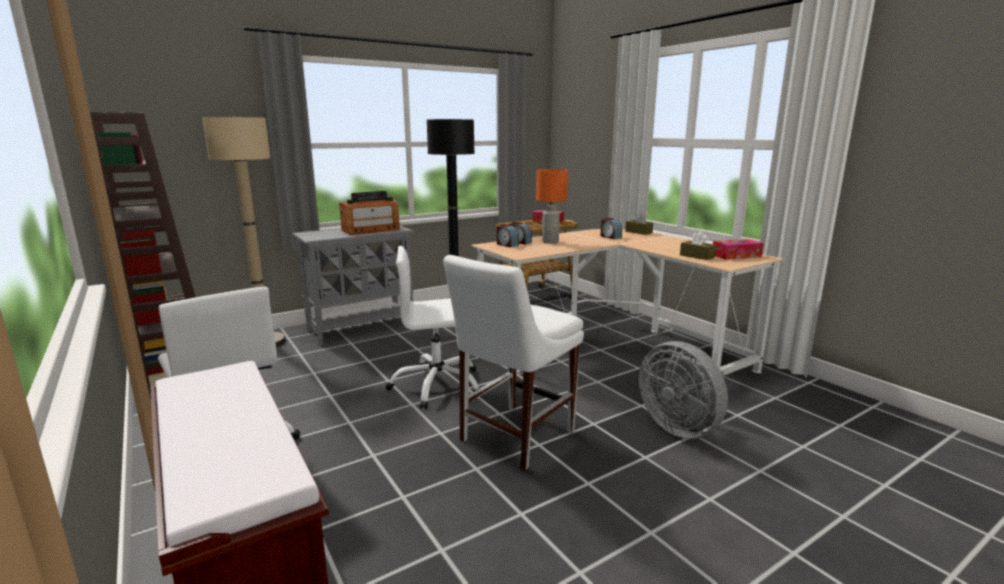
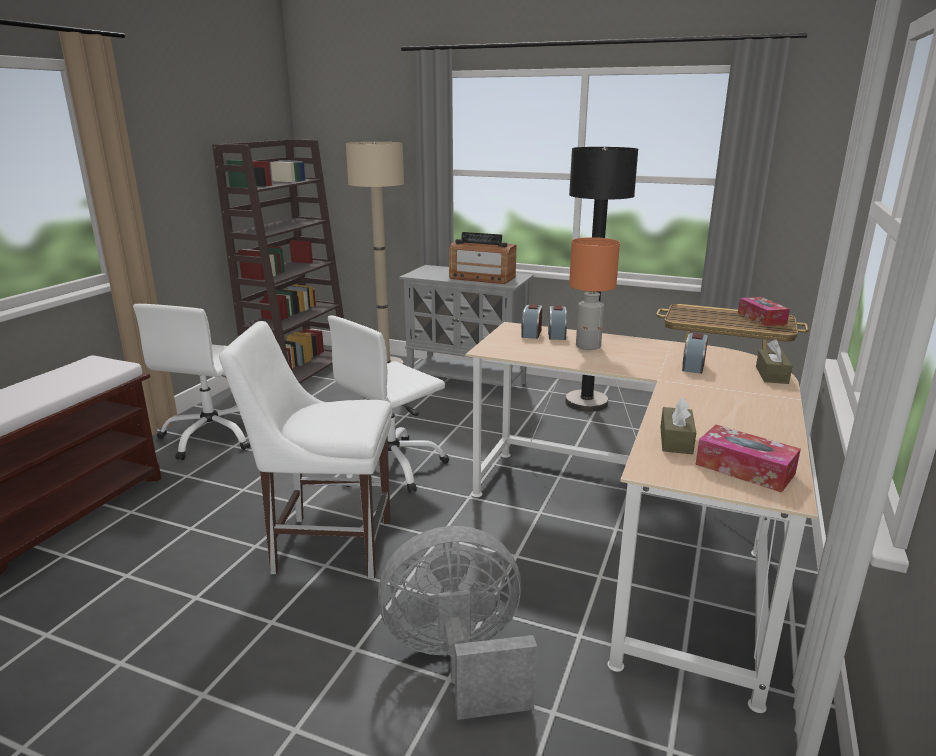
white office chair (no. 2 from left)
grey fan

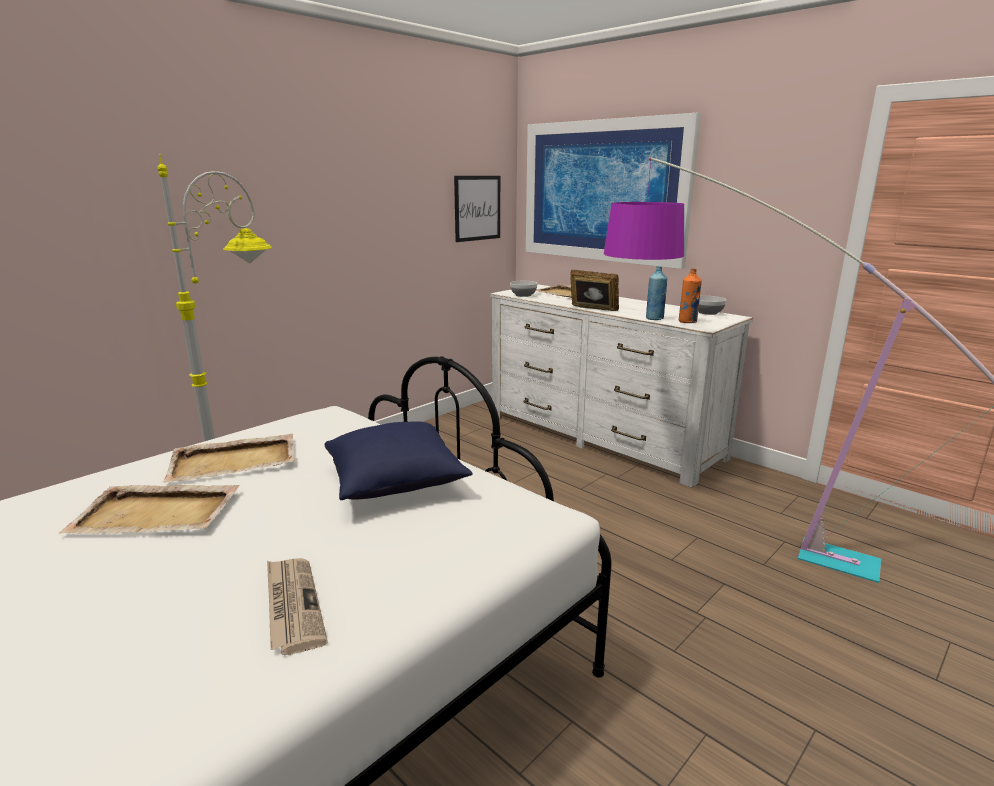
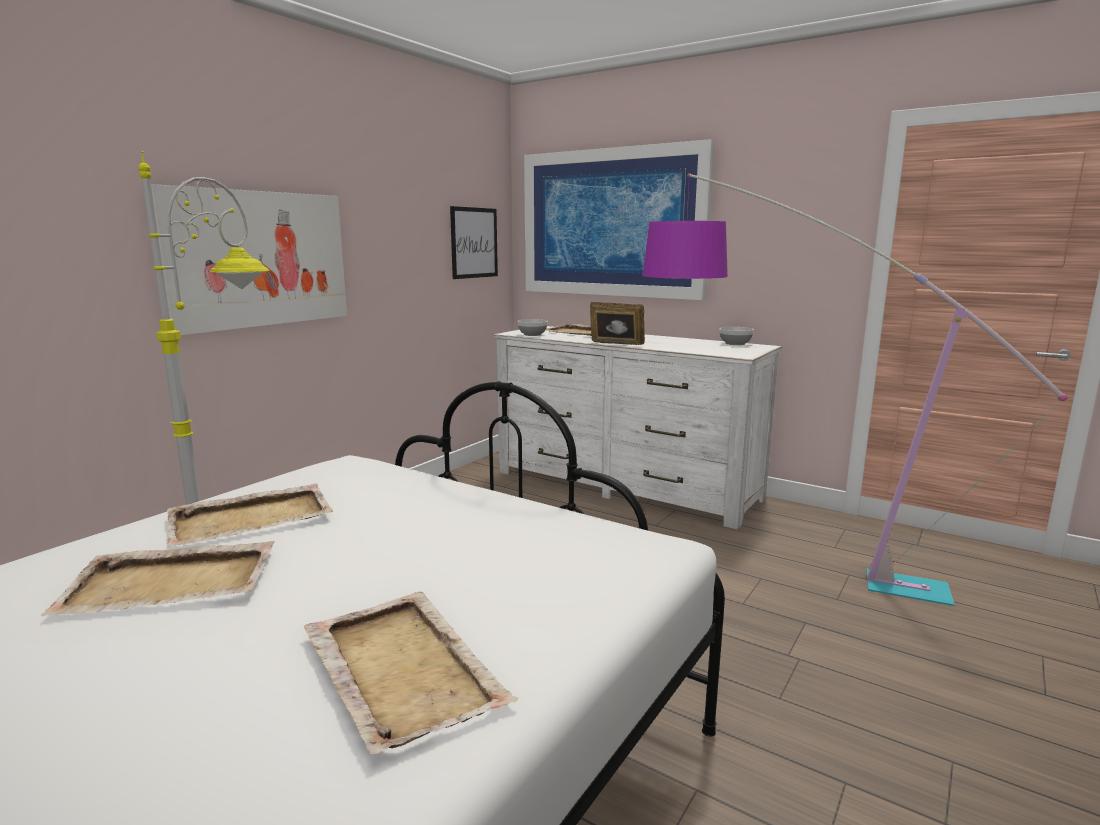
blue bottle
orange bottle
blue pillow
beige tray (no. 3 from left)
picture (no. 1 from left)

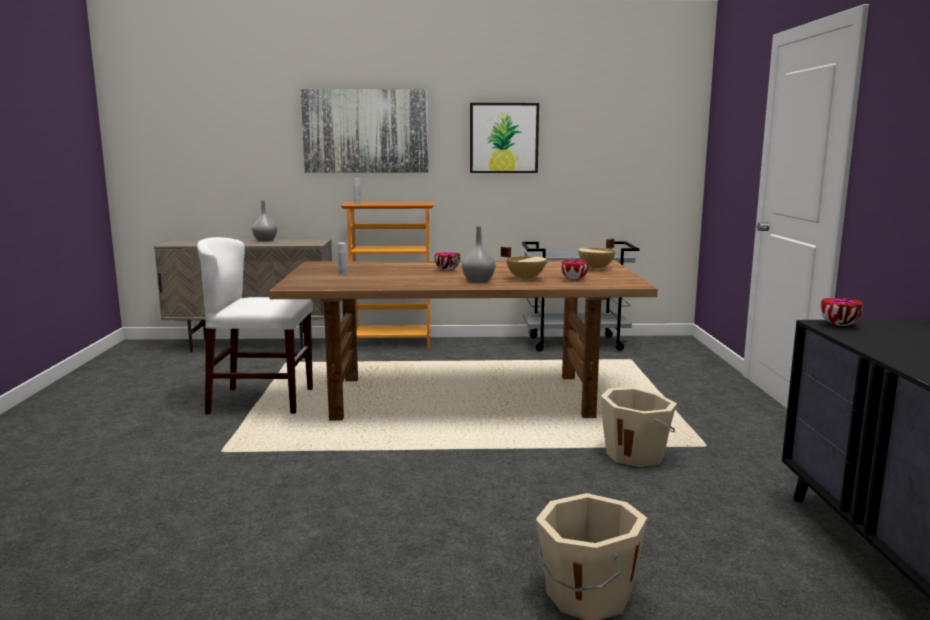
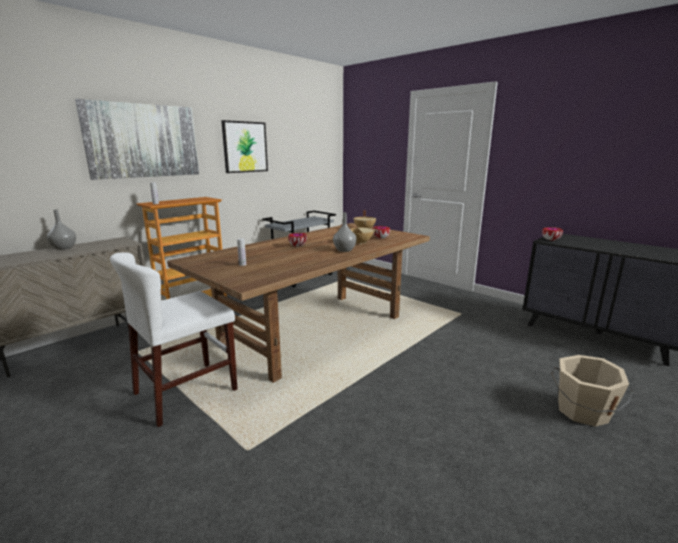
beige bucket (no. 2 from left in the first image)

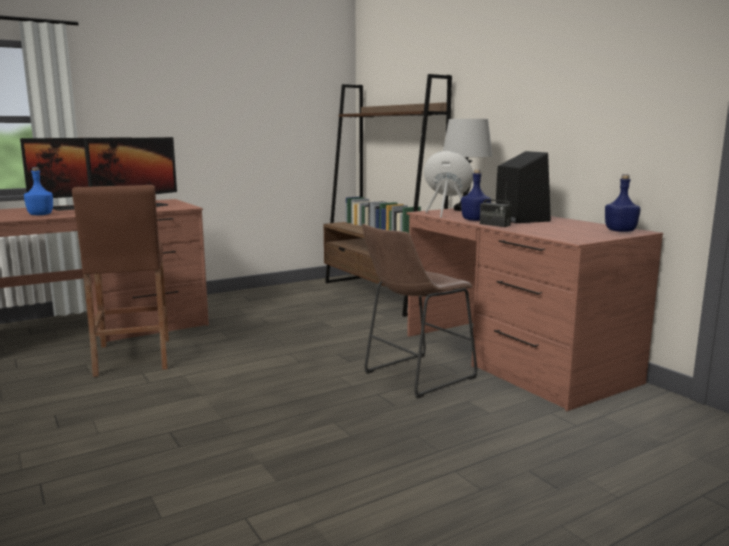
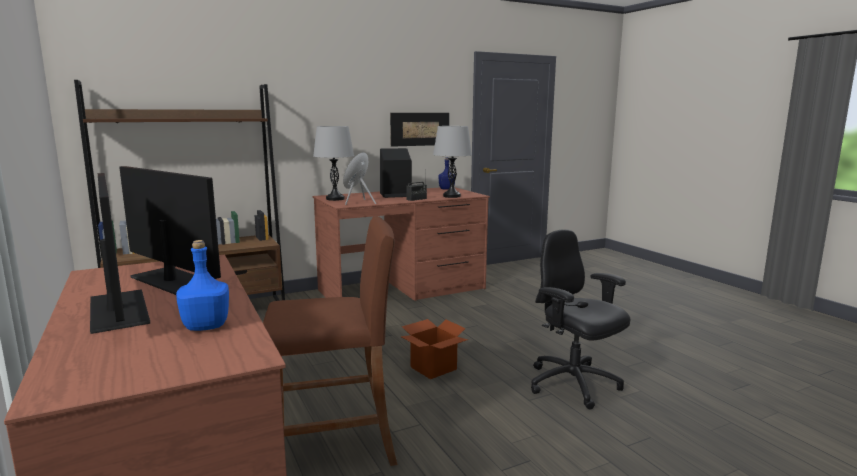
blue bottle (no. 2 from left in the first image)
brown stool (no. 2 from left in the first image)
picture
grey table lamp (no. 2 from left)
black office chair
cardboard box

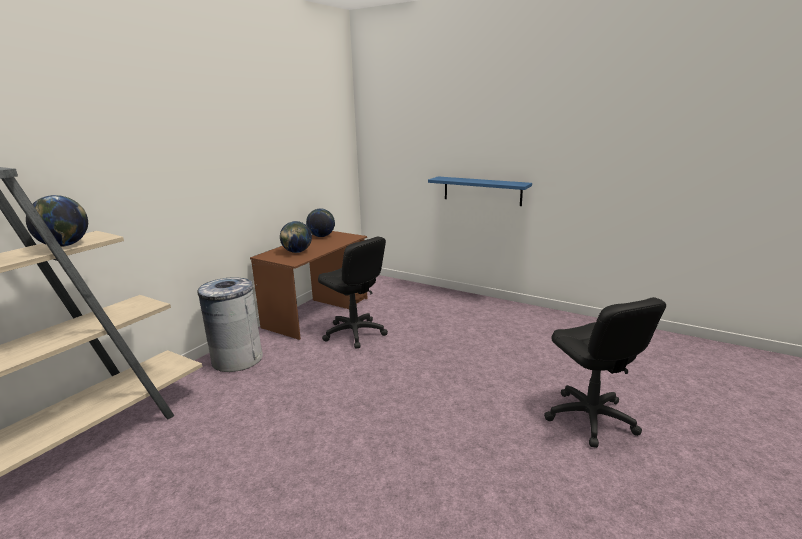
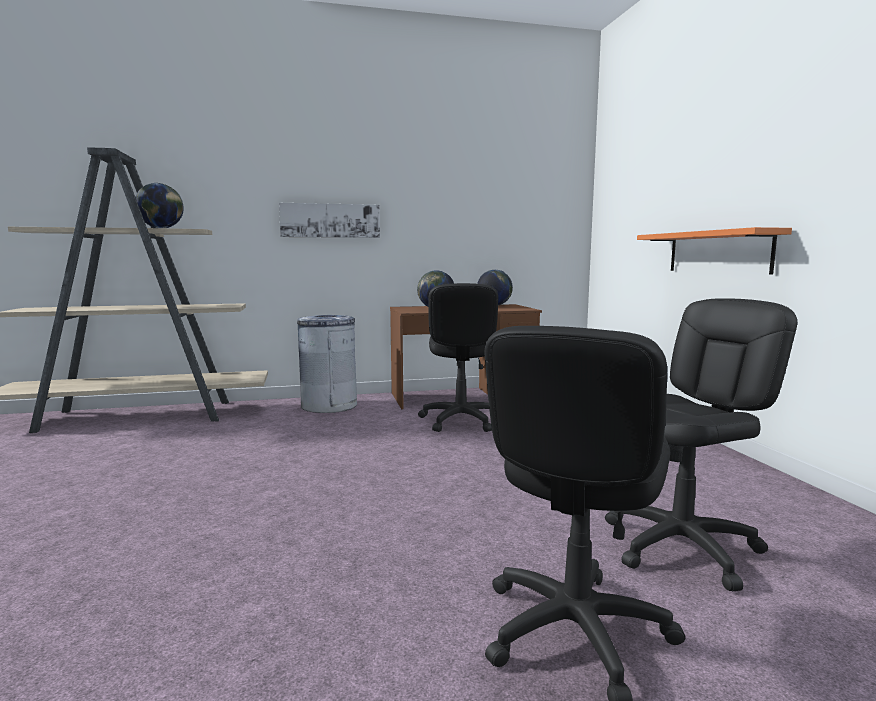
orange shelf
picture
black office chair (no. 3 from left)

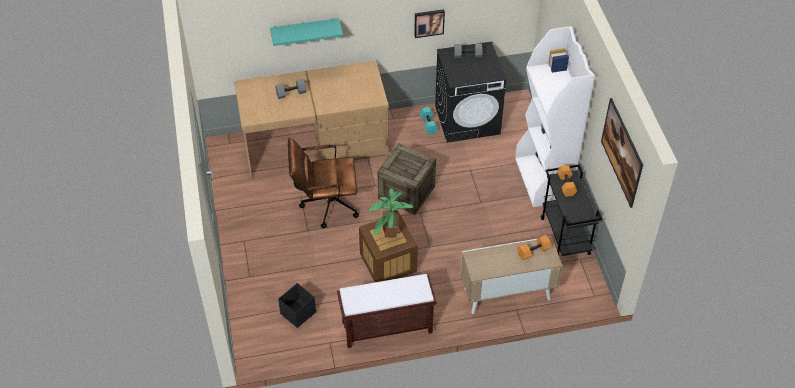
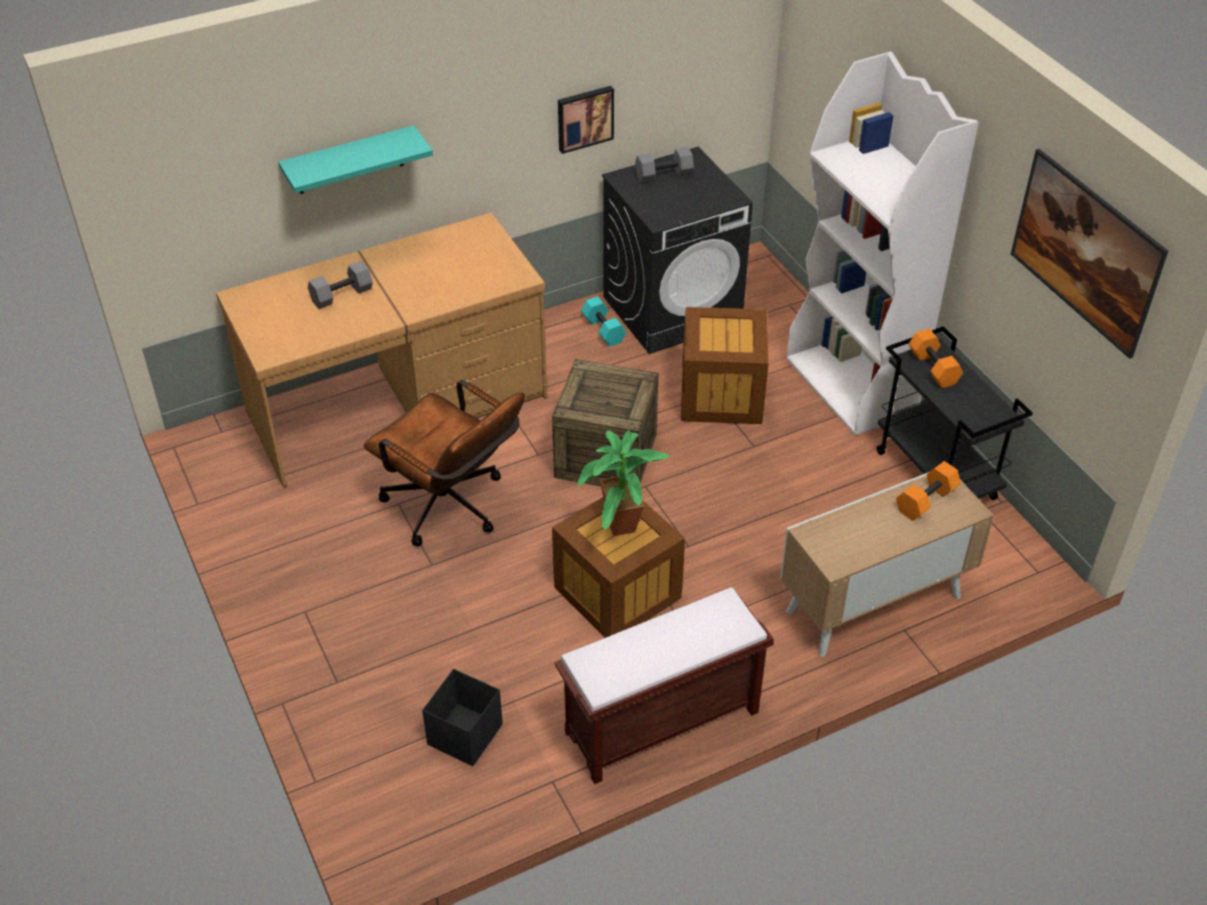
brown office chair
crate (no. 3 from left)

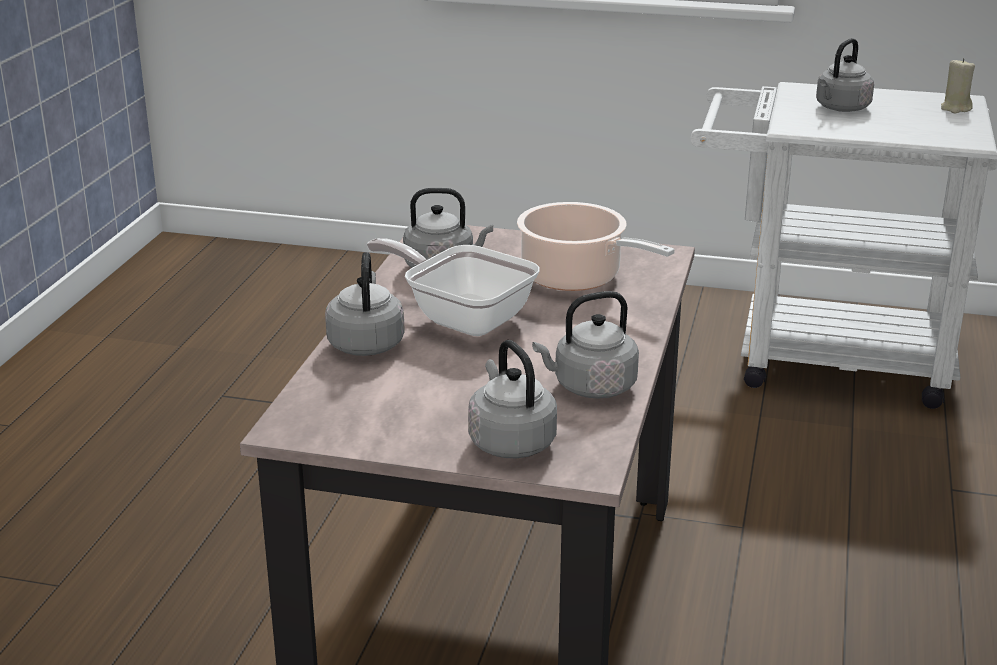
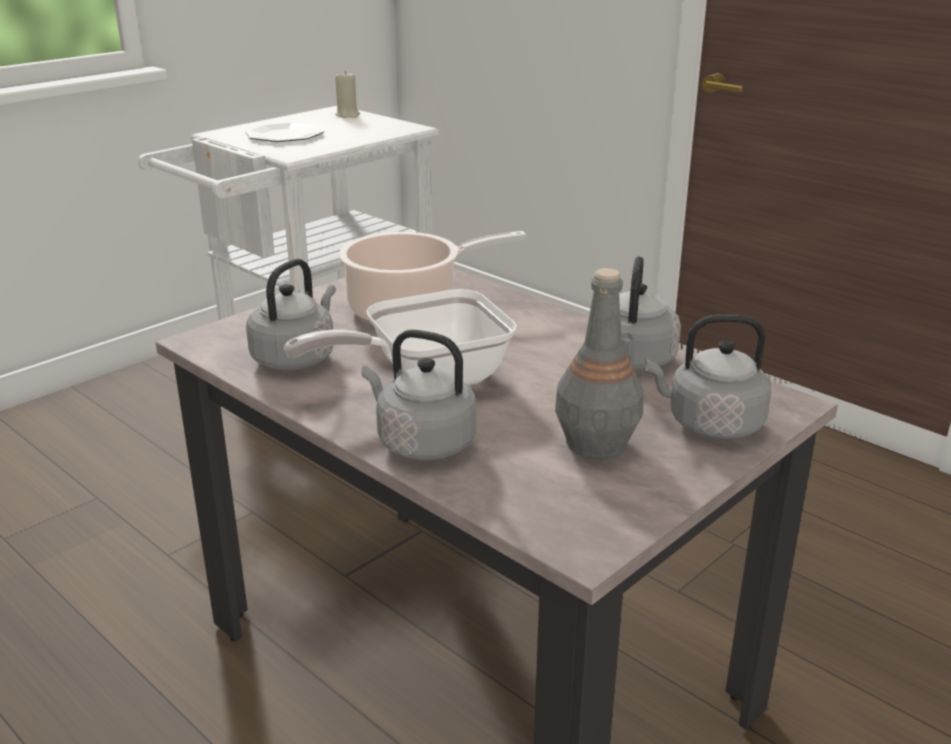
plate
grey bottle

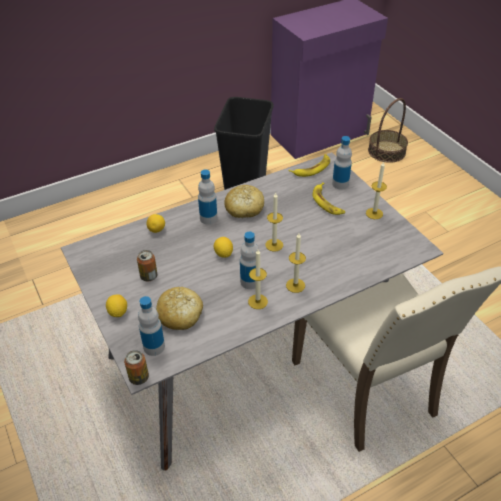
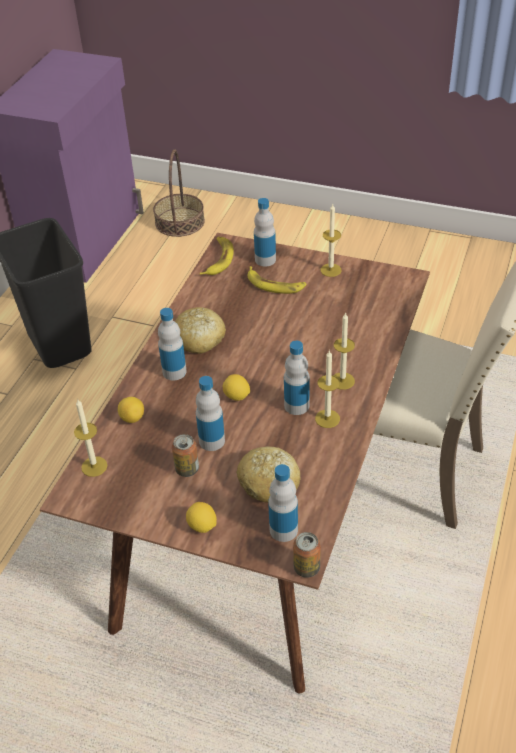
brown dining table
candle (no. 1 from left)
bottle (no. 2 from left)

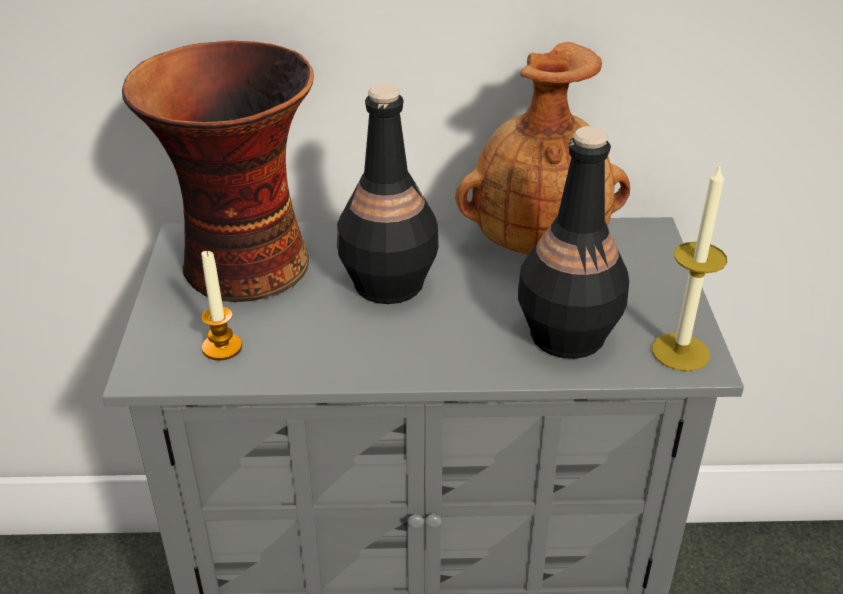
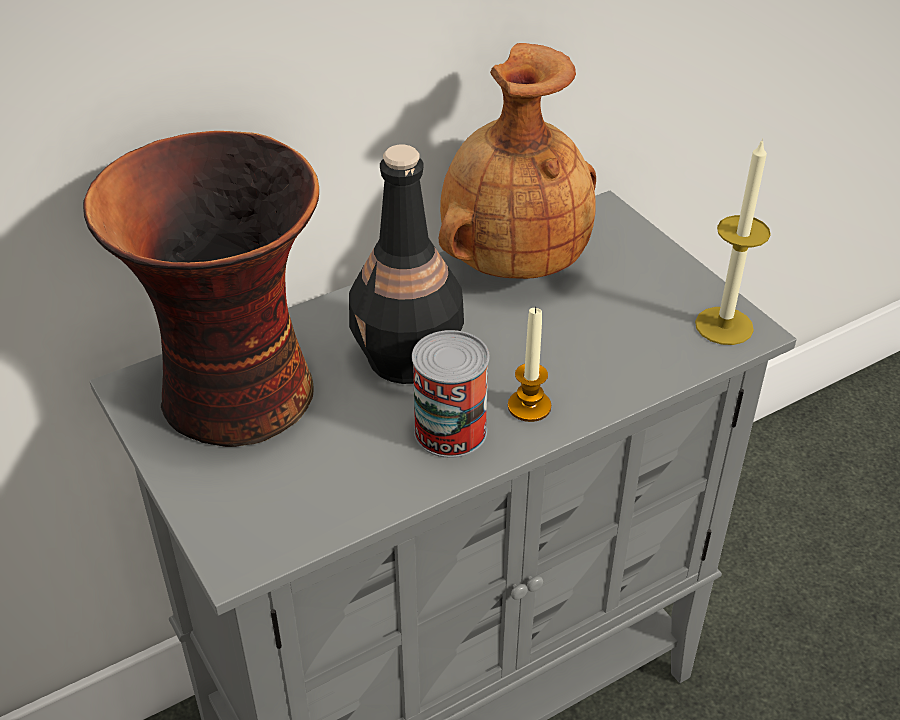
black bottle (no. 2 from left in the first image)
candle (no. 1 from left)
can

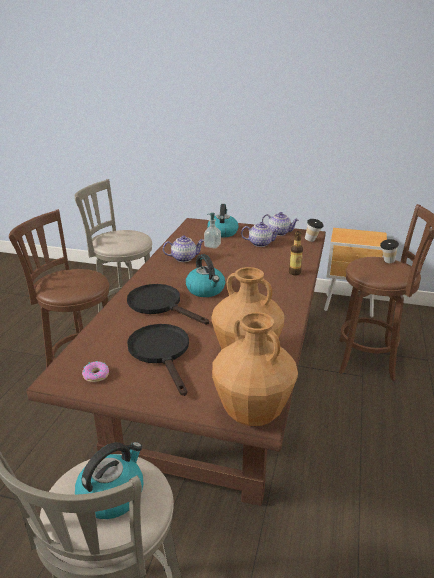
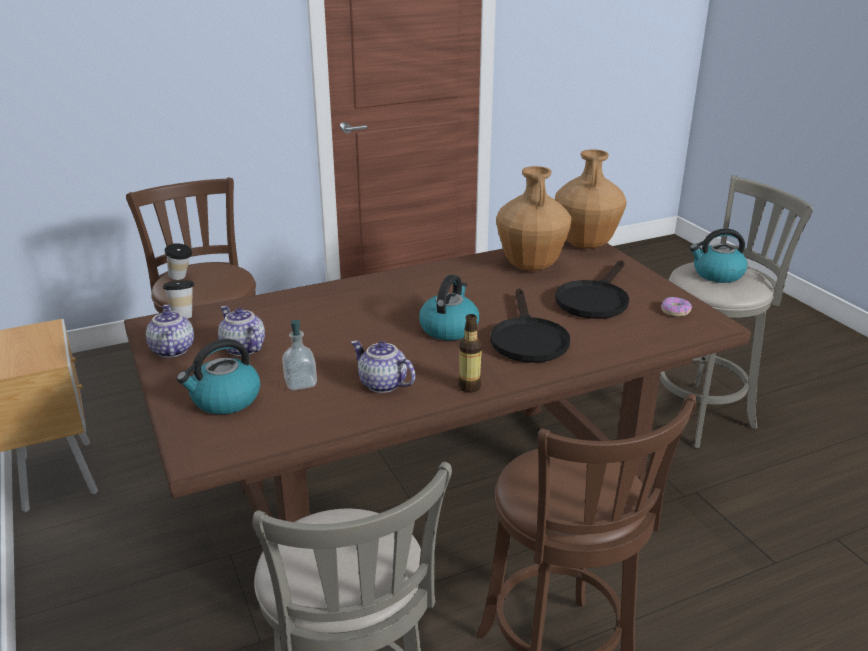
bottle

